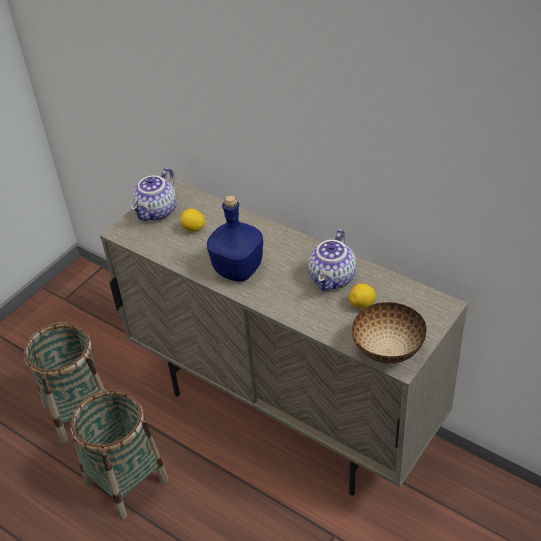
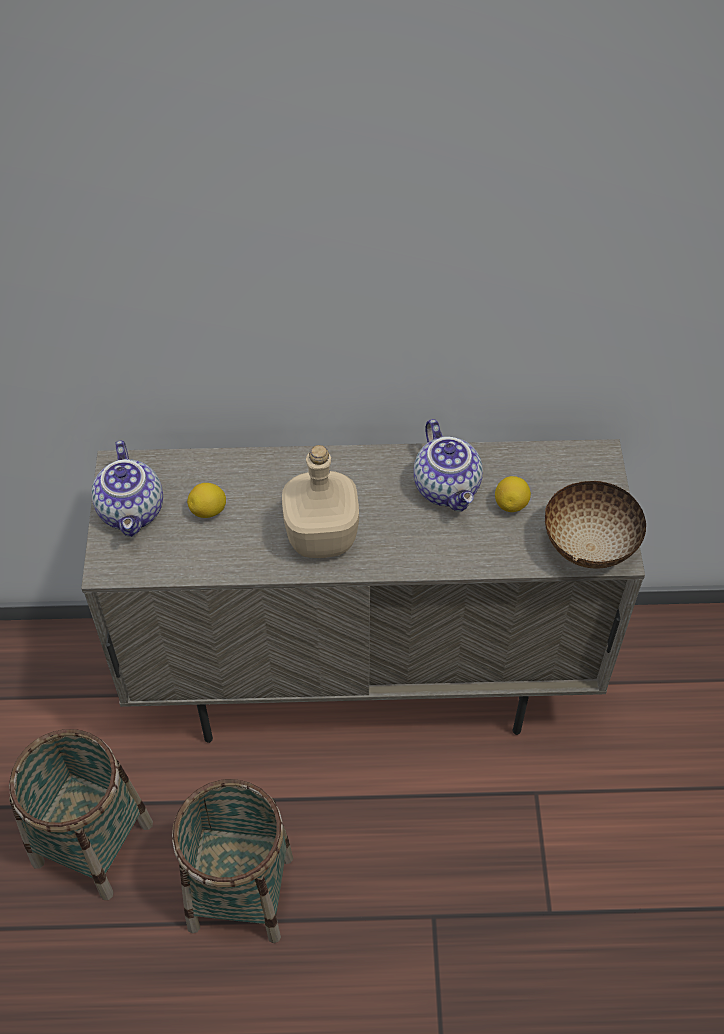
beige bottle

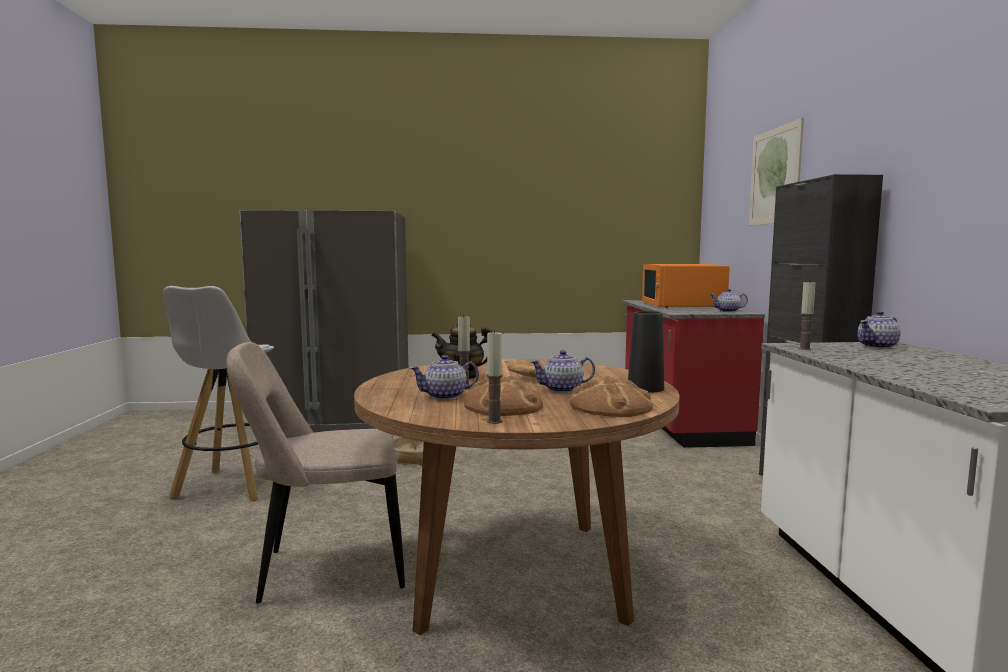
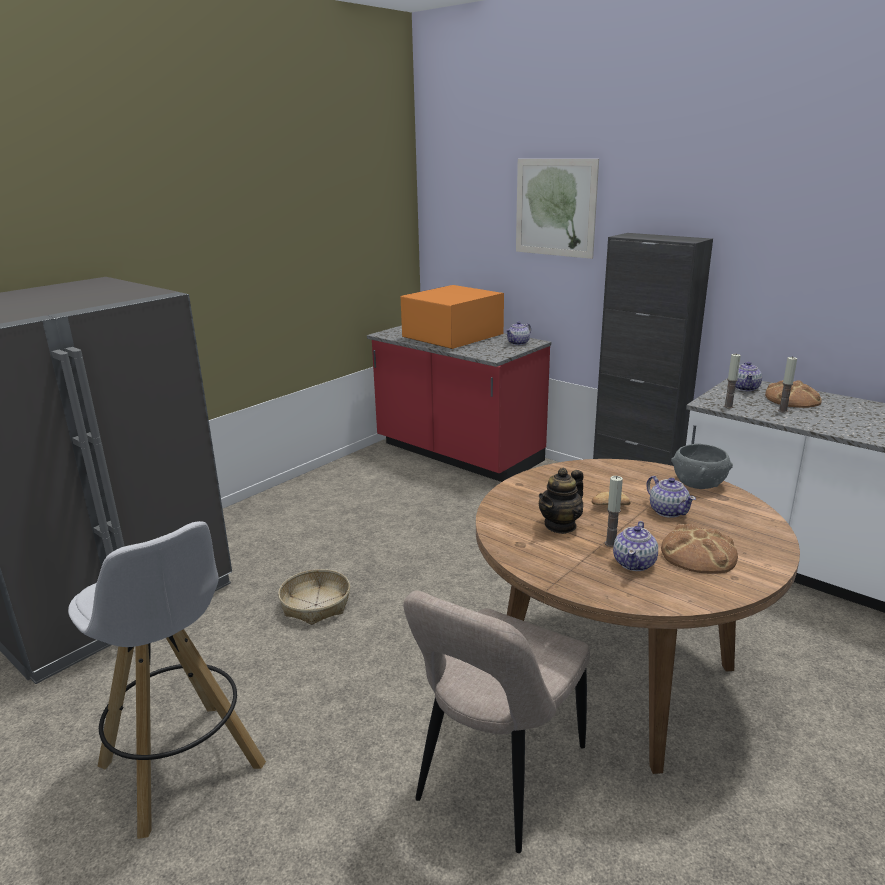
orange microwave
grey bowl
candle (no. 3 from left)
teapot (no. 4 from left)
bread (no. 3 from left)

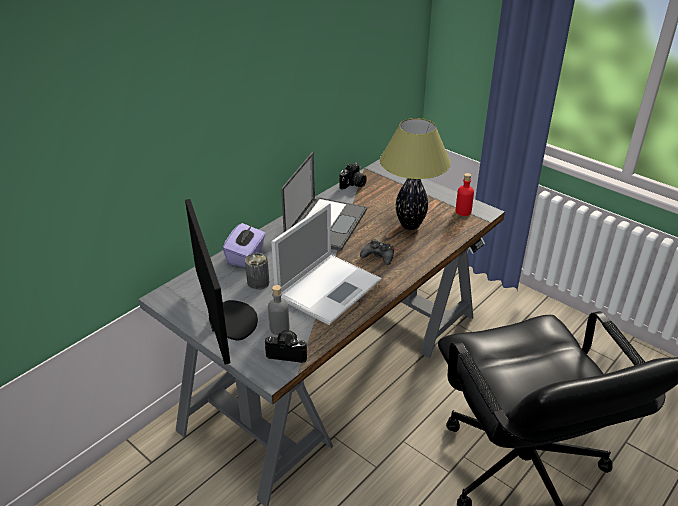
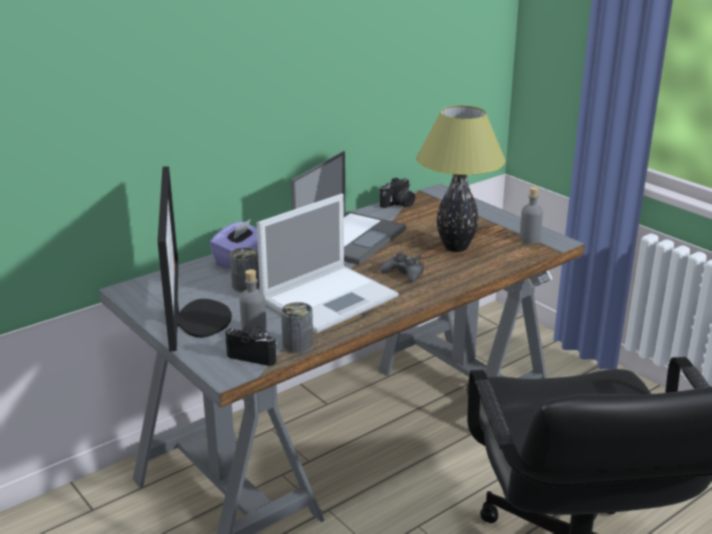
grey bottle (no. 2 from left)
can (no. 2 from left)

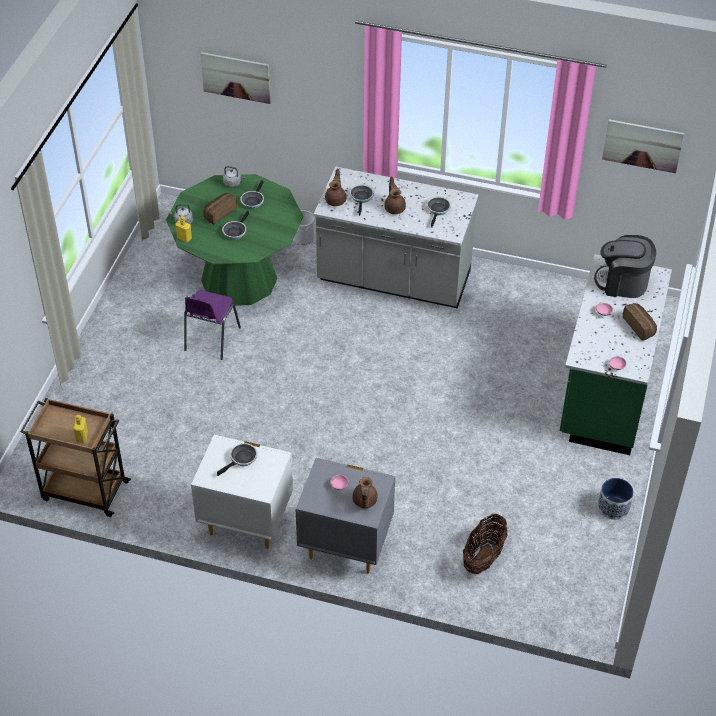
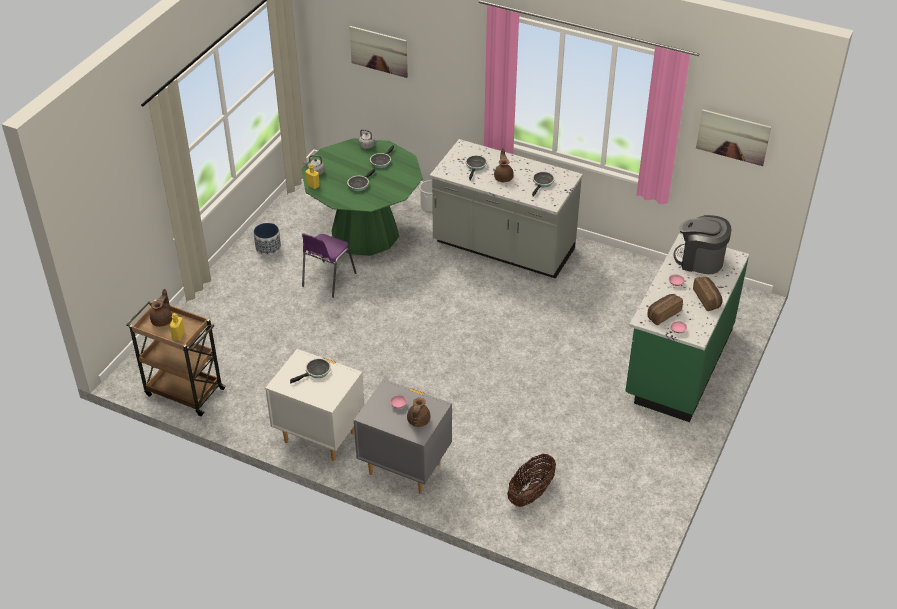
brown teapot (no. 1 from left)
bread (no. 1 from left)
planter

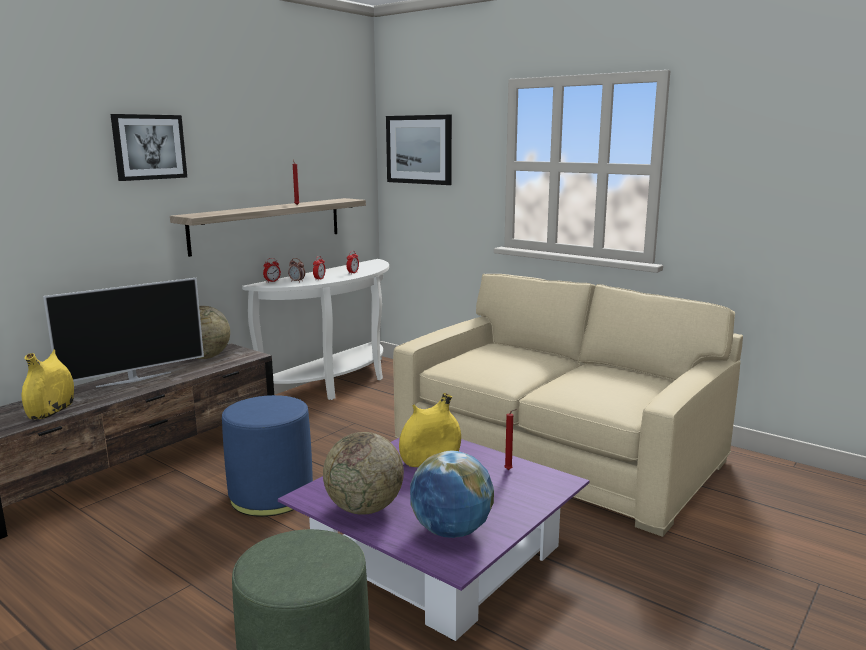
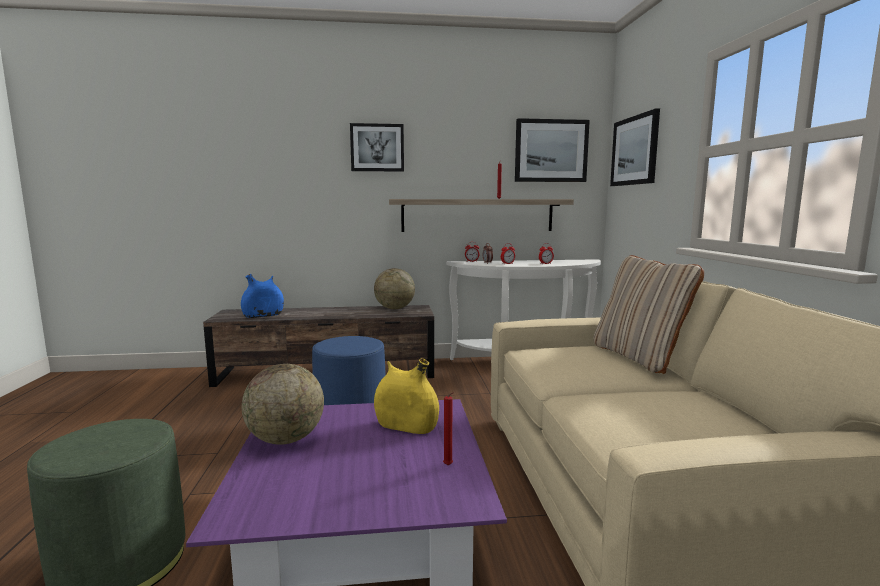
television
blue vase
globe (no. 3 from left in the first image)
picture (no. 2 from left)
beige pillow

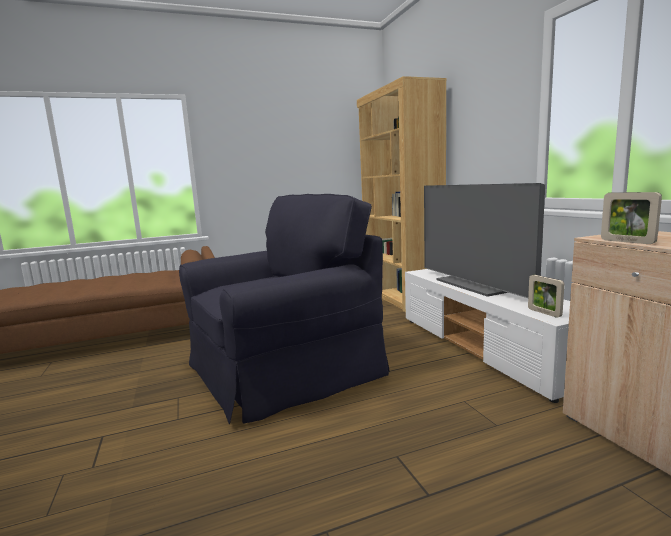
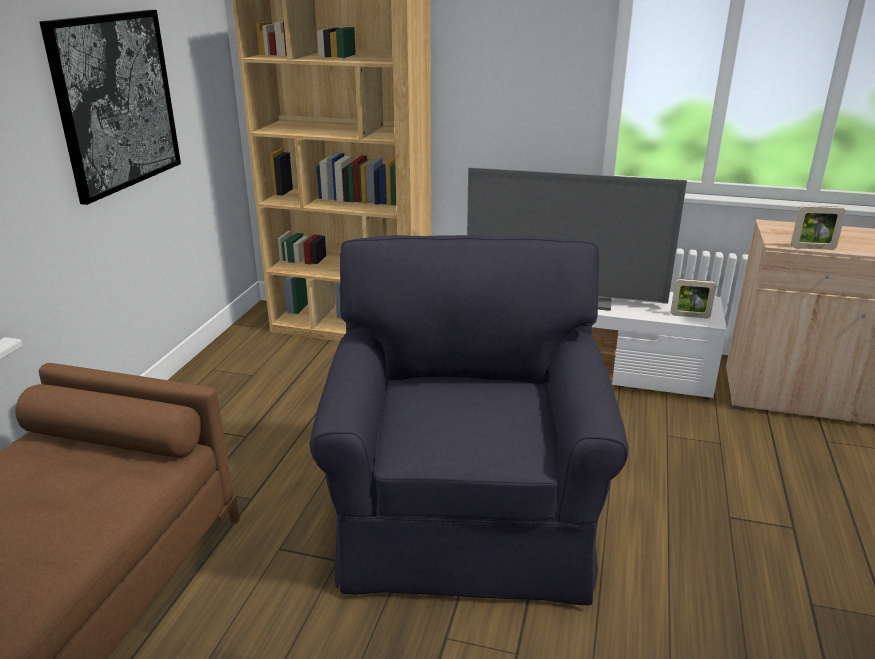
picture

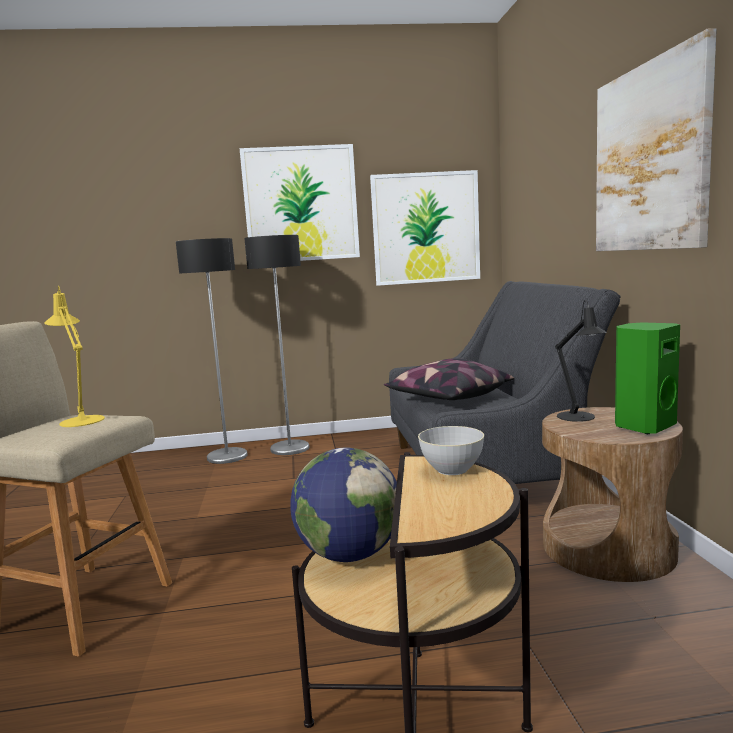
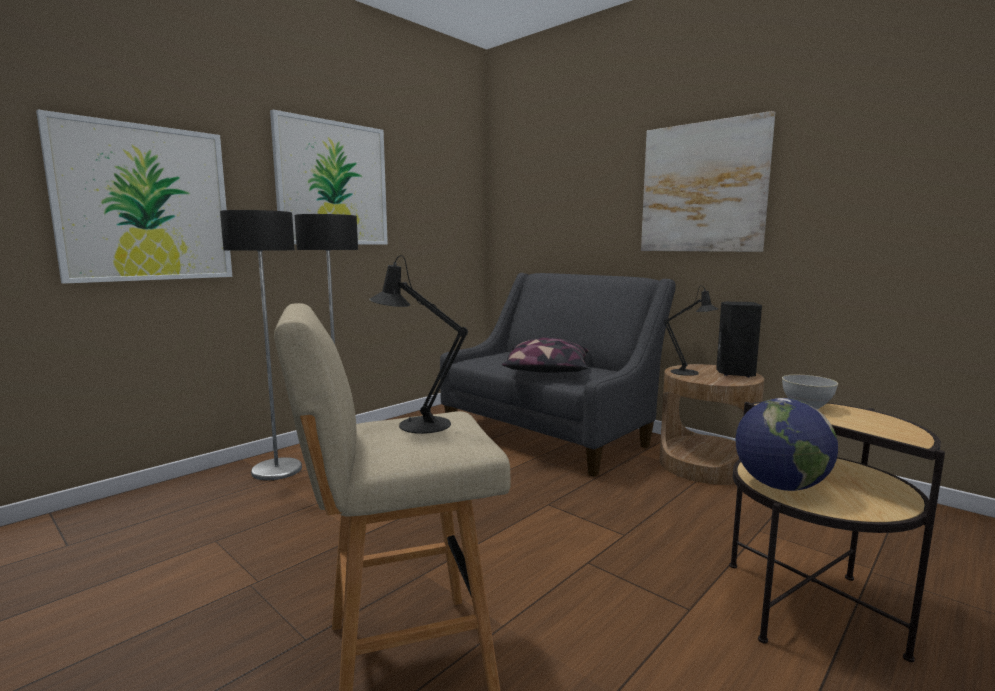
picture (no. 1 from left)
black table lamp (no. 1 from left)
black speaker

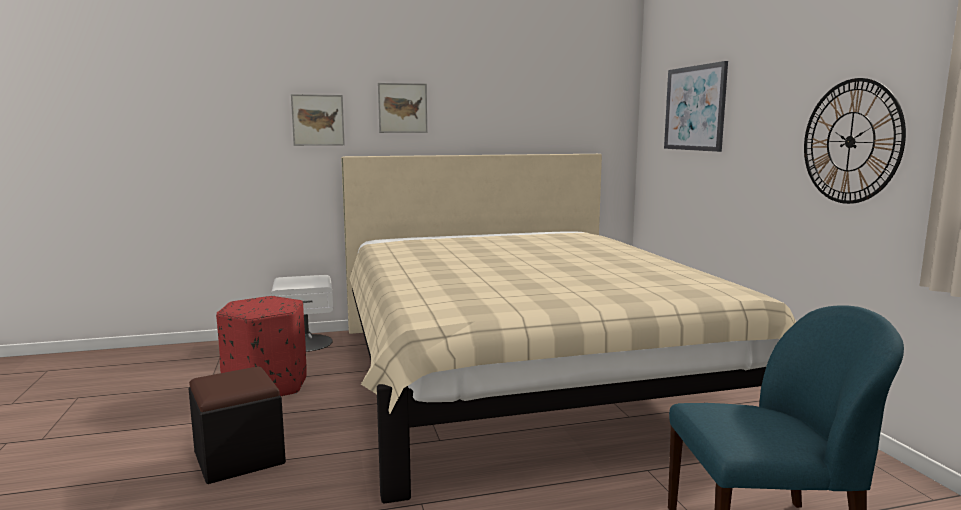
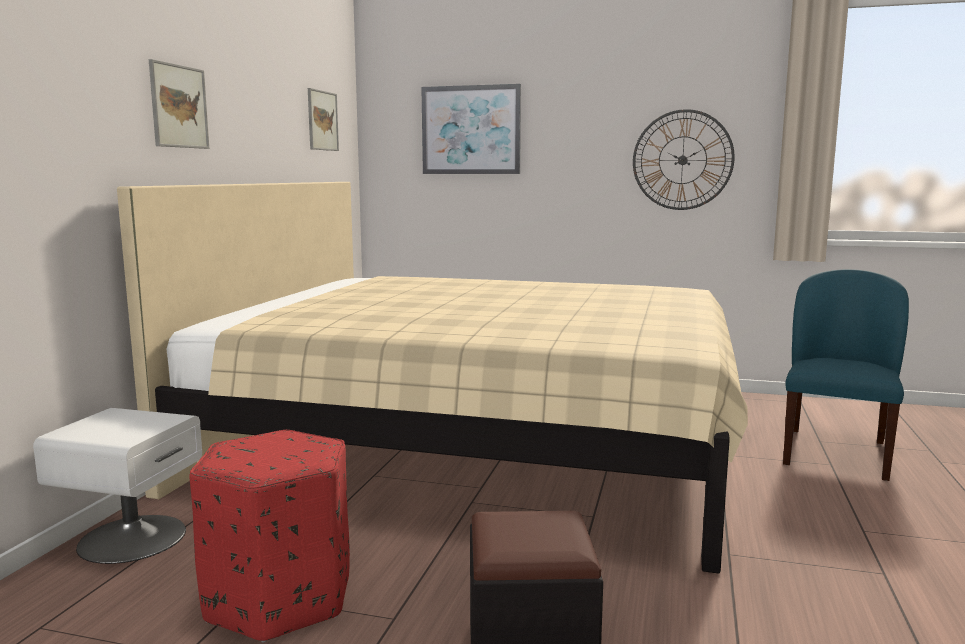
picture (no. 2 from left)

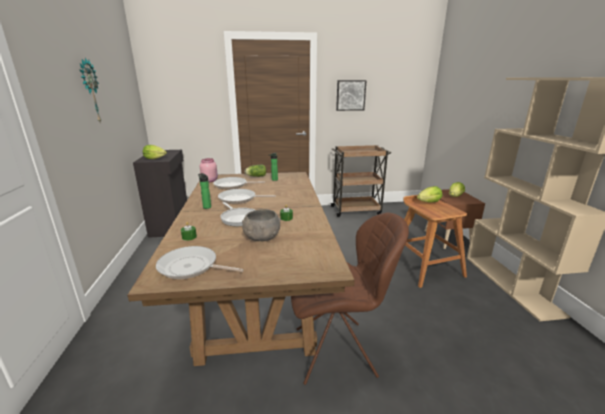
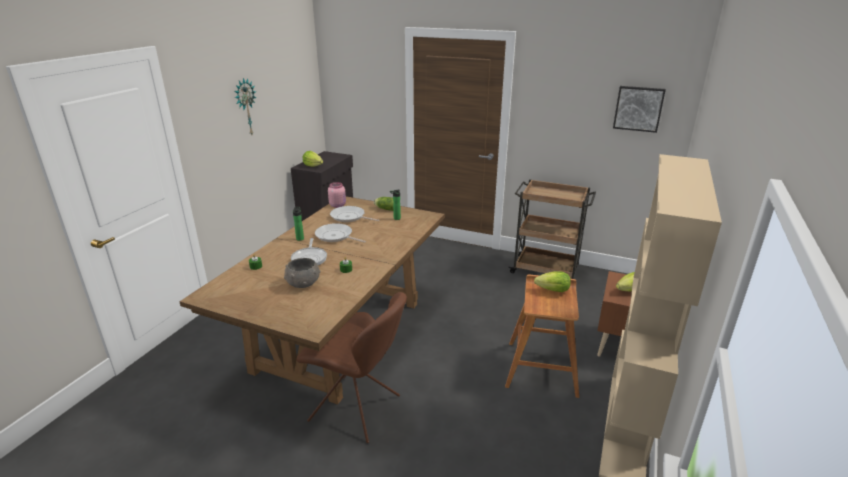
picture
frying pan (no. 1 from left in the first image)

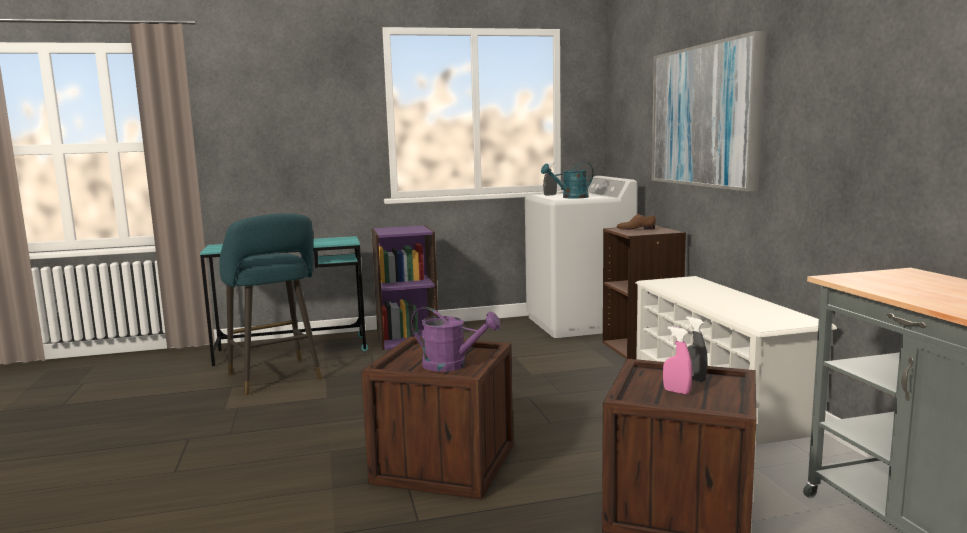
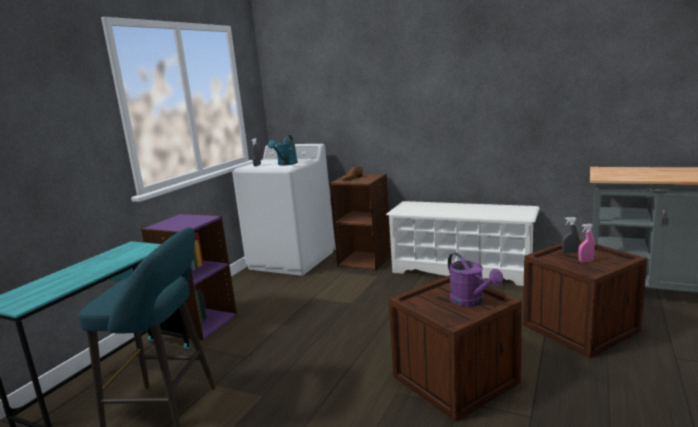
picture
purple watering can

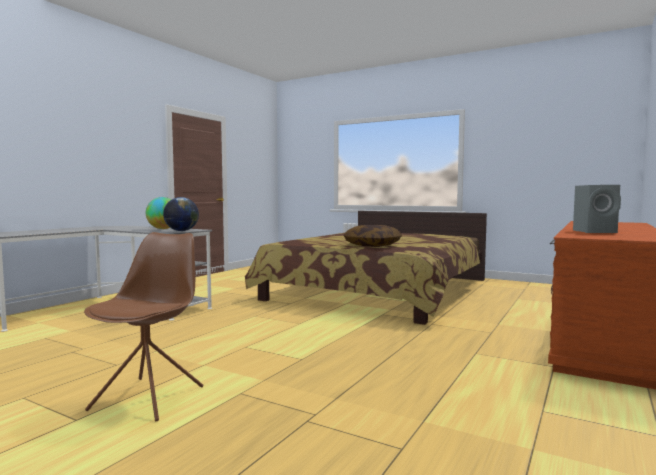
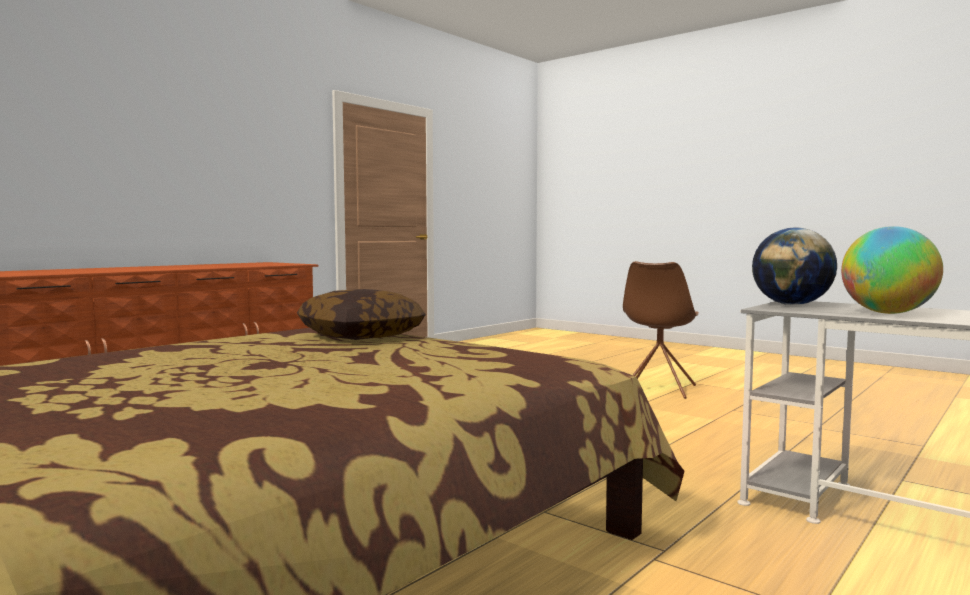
grey speaker

